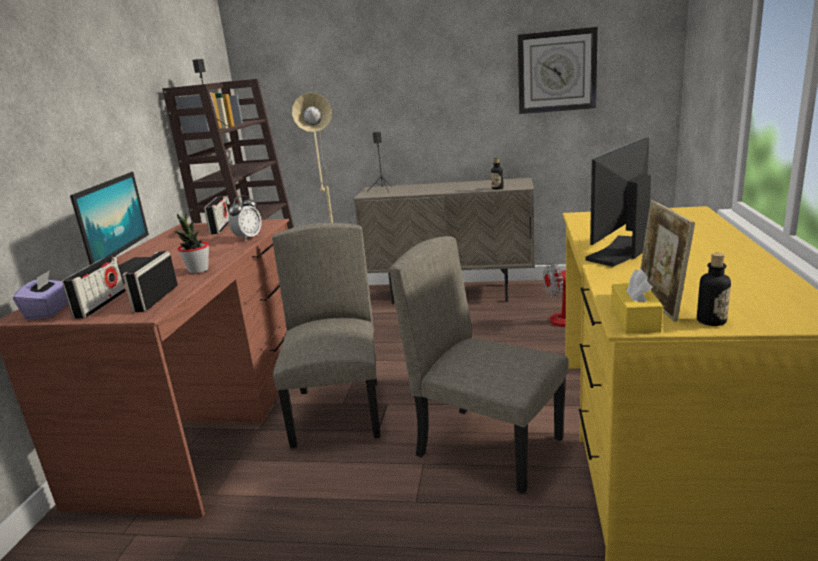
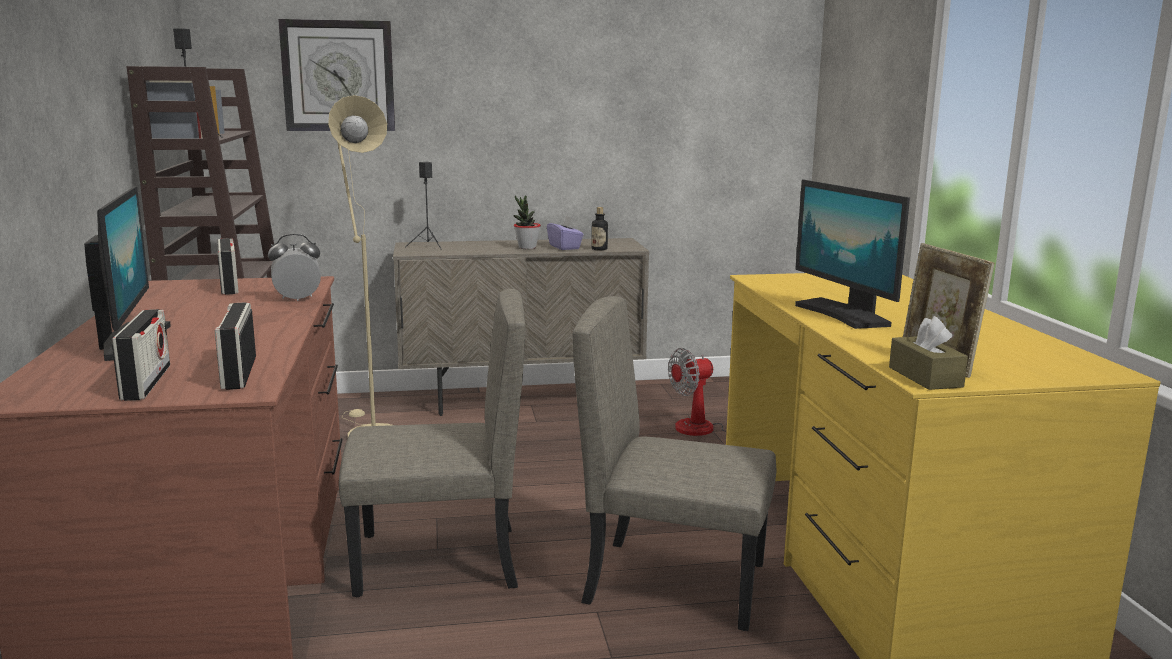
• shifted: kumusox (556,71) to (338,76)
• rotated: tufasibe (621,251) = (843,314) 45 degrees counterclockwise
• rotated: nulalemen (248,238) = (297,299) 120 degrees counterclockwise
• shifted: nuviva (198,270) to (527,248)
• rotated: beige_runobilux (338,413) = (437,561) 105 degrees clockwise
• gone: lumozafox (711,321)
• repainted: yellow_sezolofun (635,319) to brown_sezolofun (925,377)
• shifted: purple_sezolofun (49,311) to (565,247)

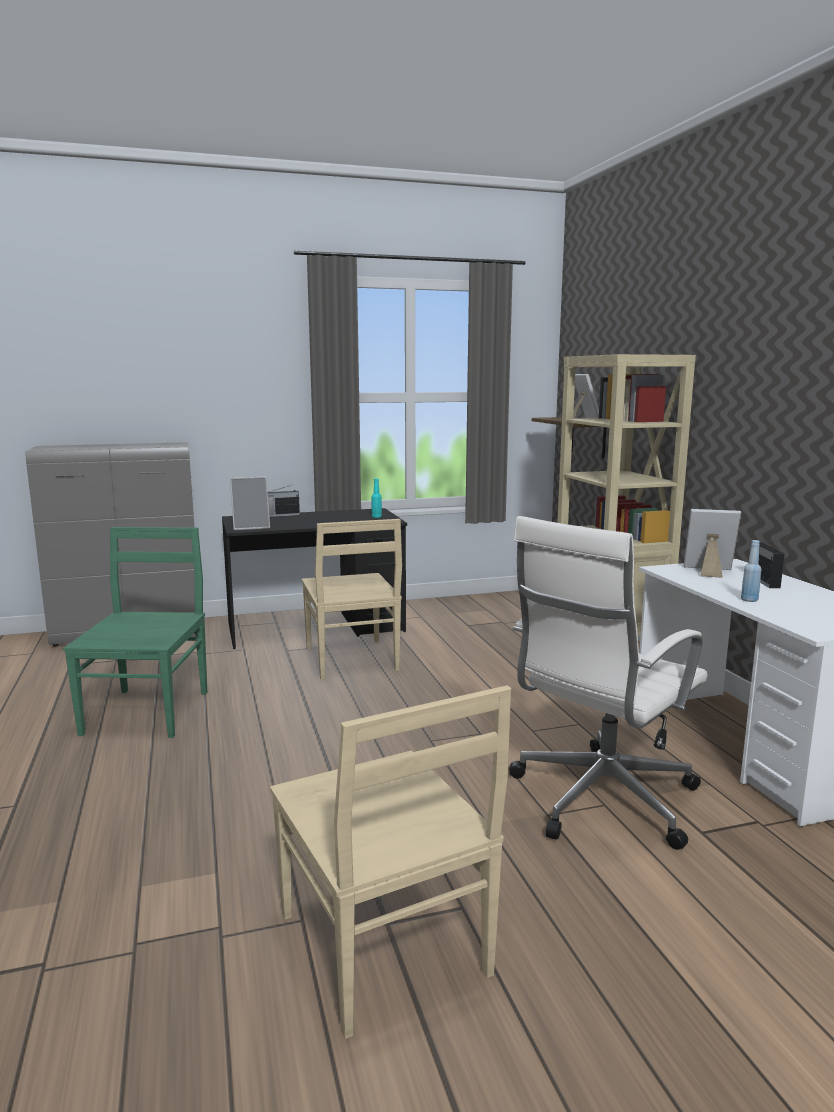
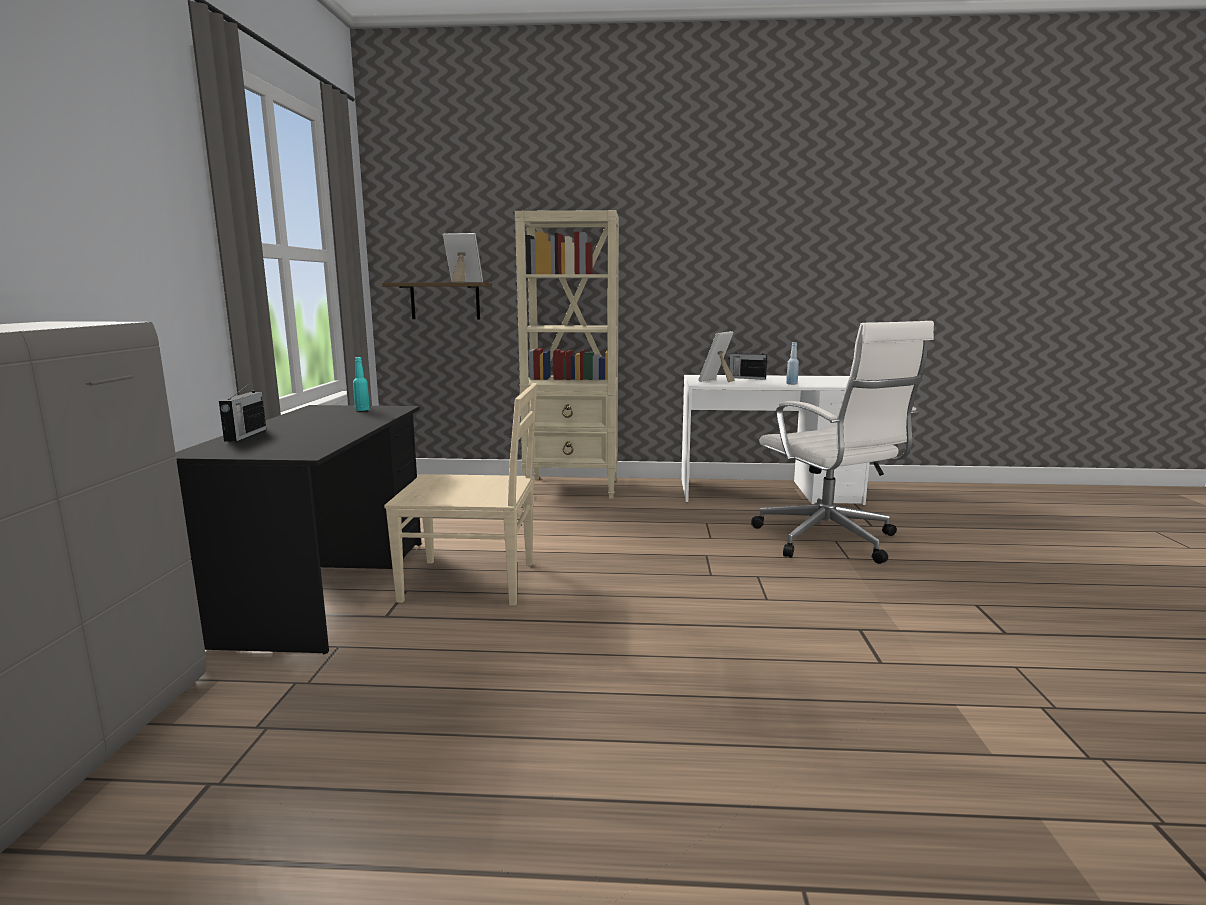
• gone: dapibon (251,527)
• gone: green_runobilux (148,711)
• gone: beige_runobilux (384,947)

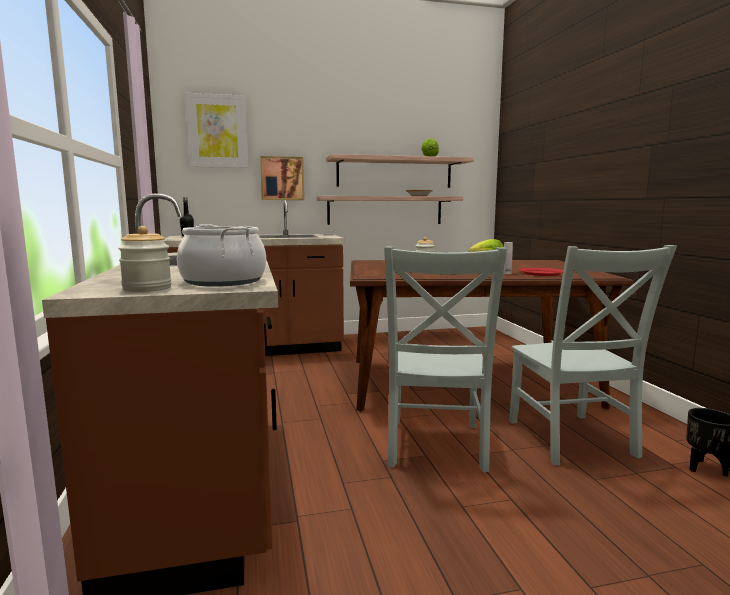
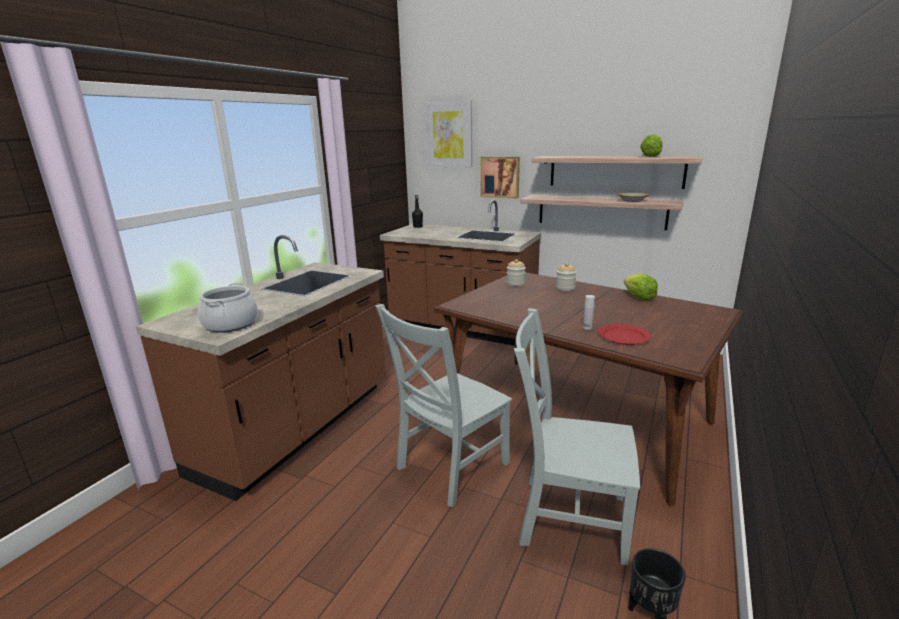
• shifted: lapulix (147,288) to (515,284)
• rotated: grey_runobilux (572,440) = (567,517) 75 degrees clockwise

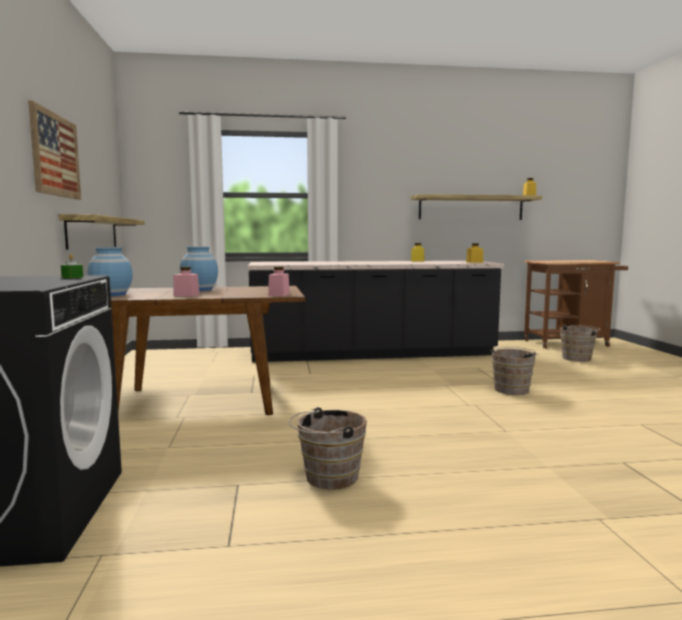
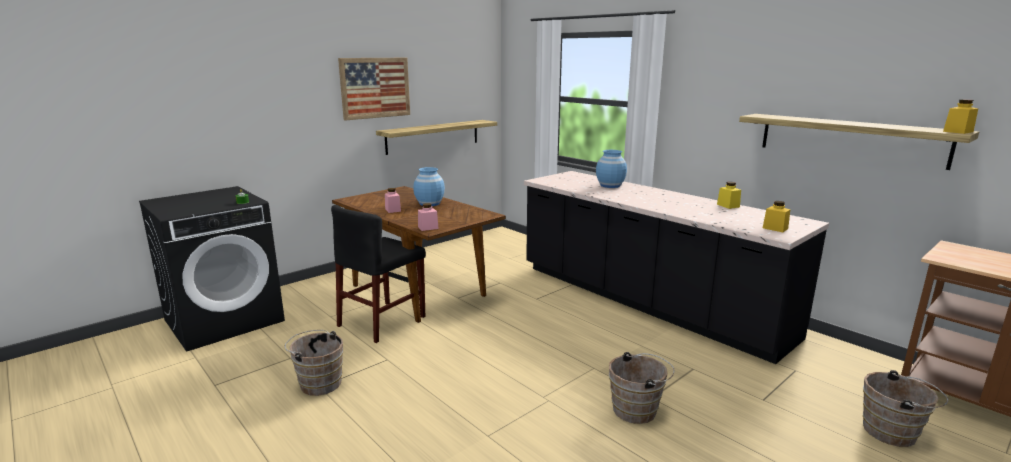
• shifted: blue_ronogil (111,294) to (610,185)
• new: black_runobilux (382,321)

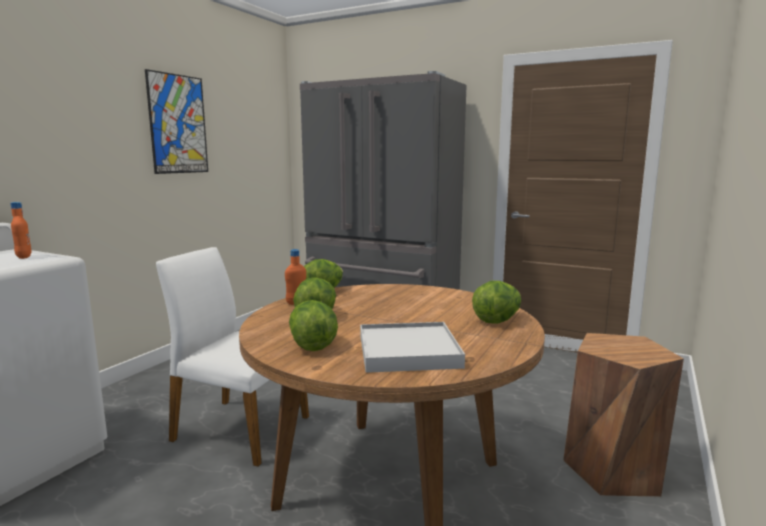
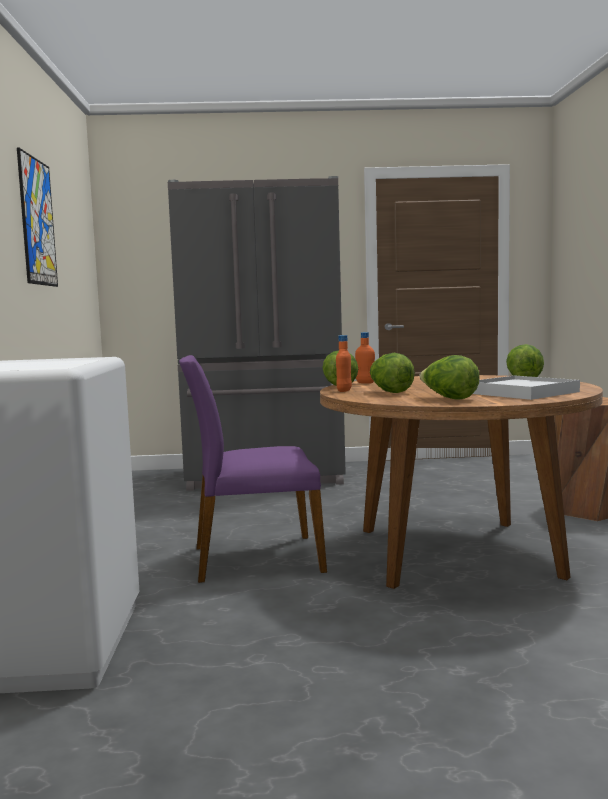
• shifted: orange_lumozafox (24,257) to (365,383)
• repainted: white_runobilux (239,428) to purple_runobilux (255,558)

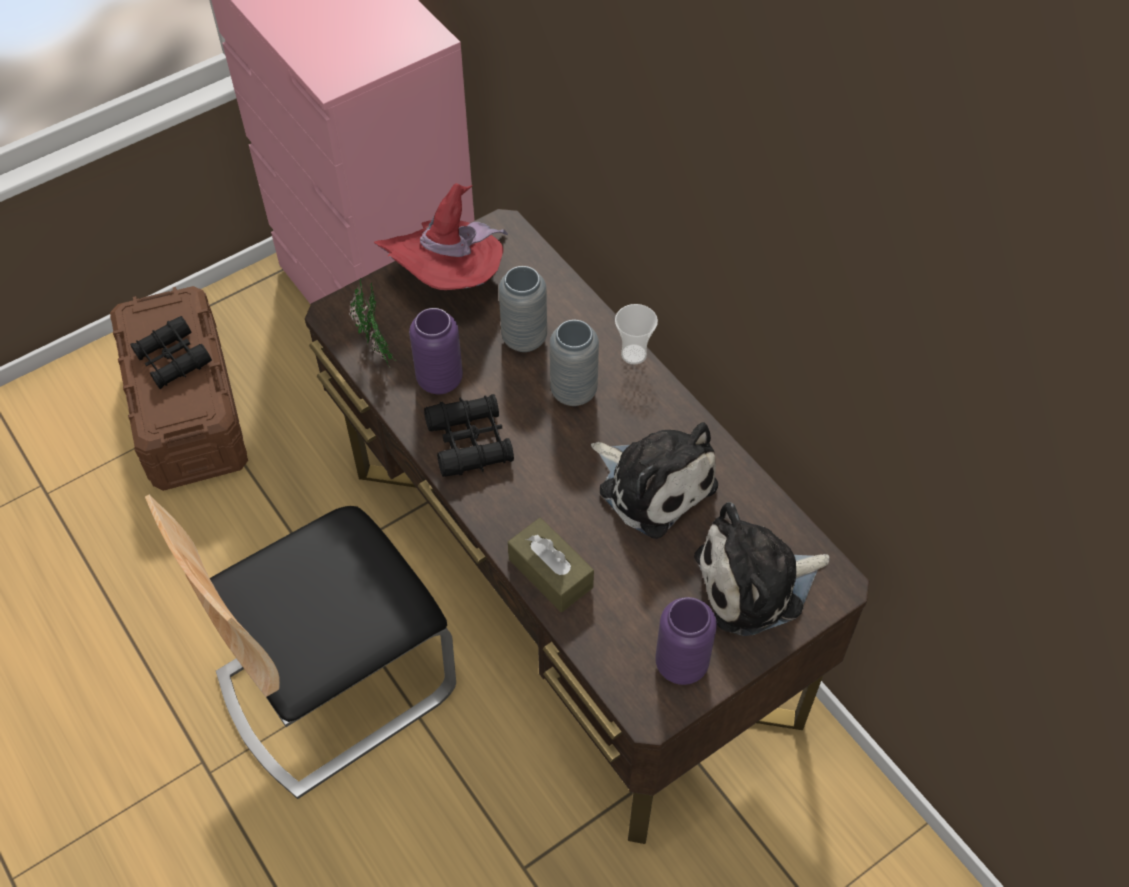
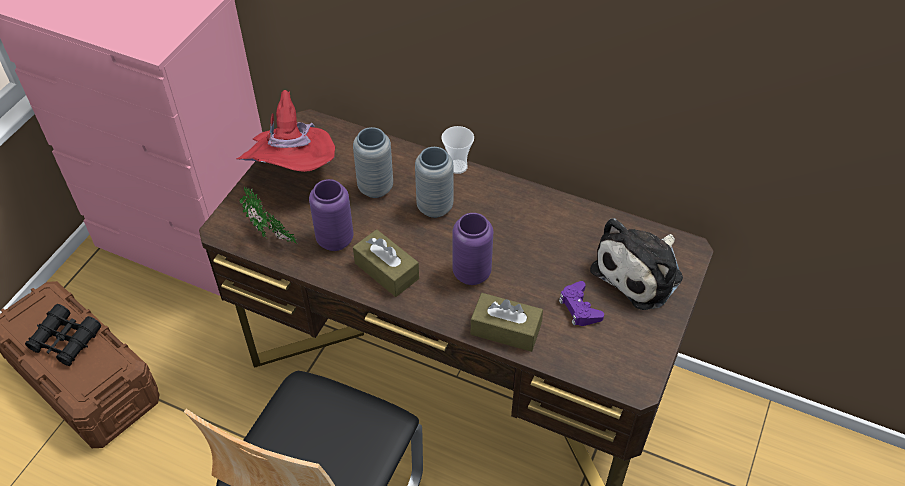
• swapped: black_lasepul (470,442) to brown_sezolofun (386,271)
• gone: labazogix (653,484)
• shifted: purple_ronogil (681,664) to (471,273)
• new: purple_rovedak (579,308)

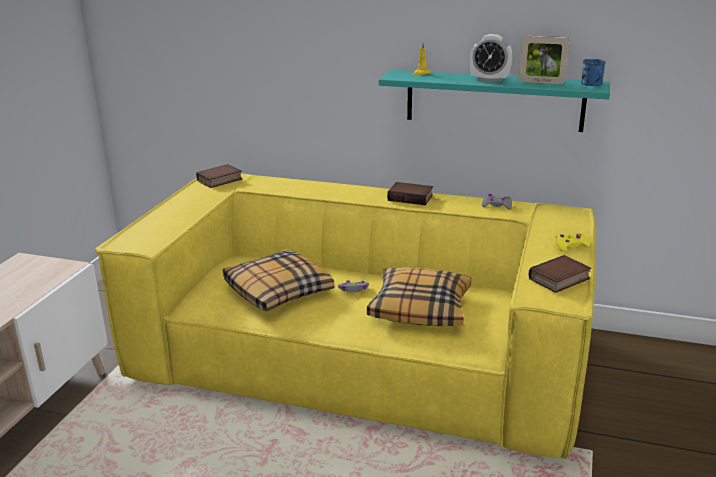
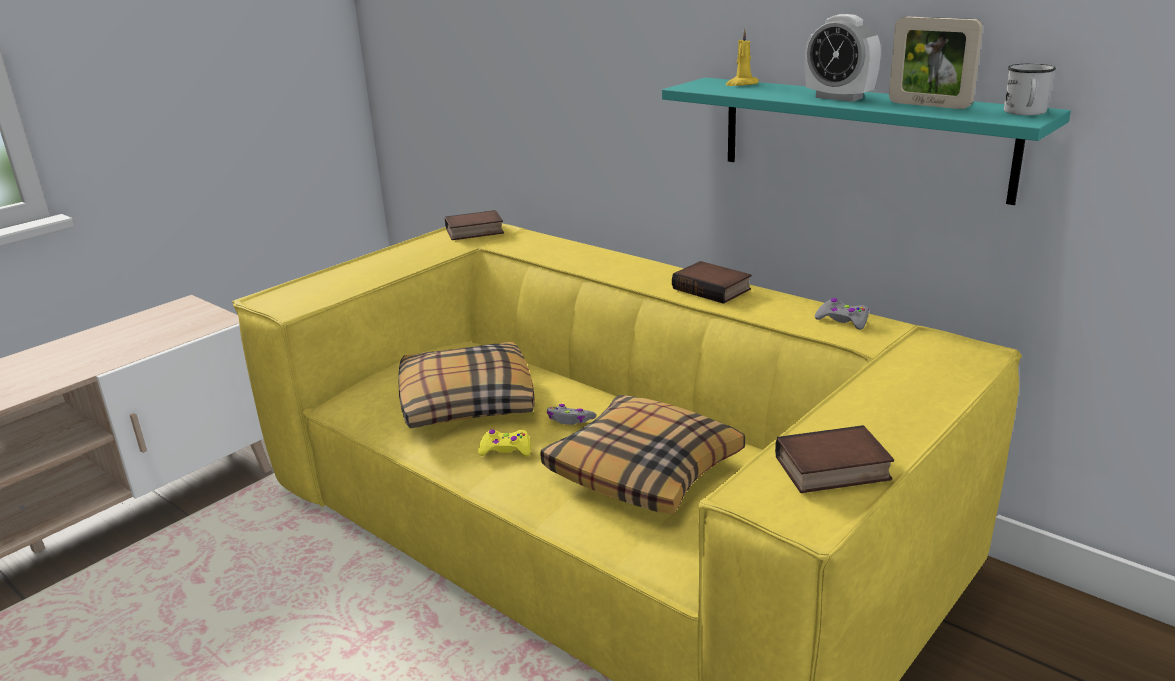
• repainted: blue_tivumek (593,84) to white_tivumek (1025,113)
• shifted: yellow_rovedak (570,246) to (506,449)

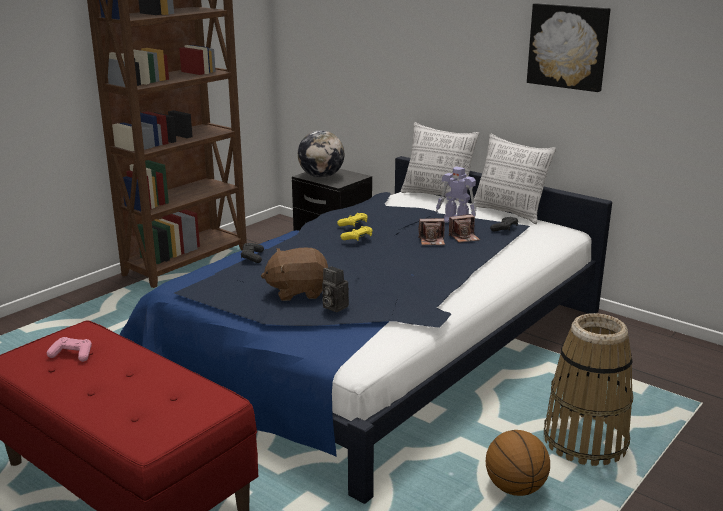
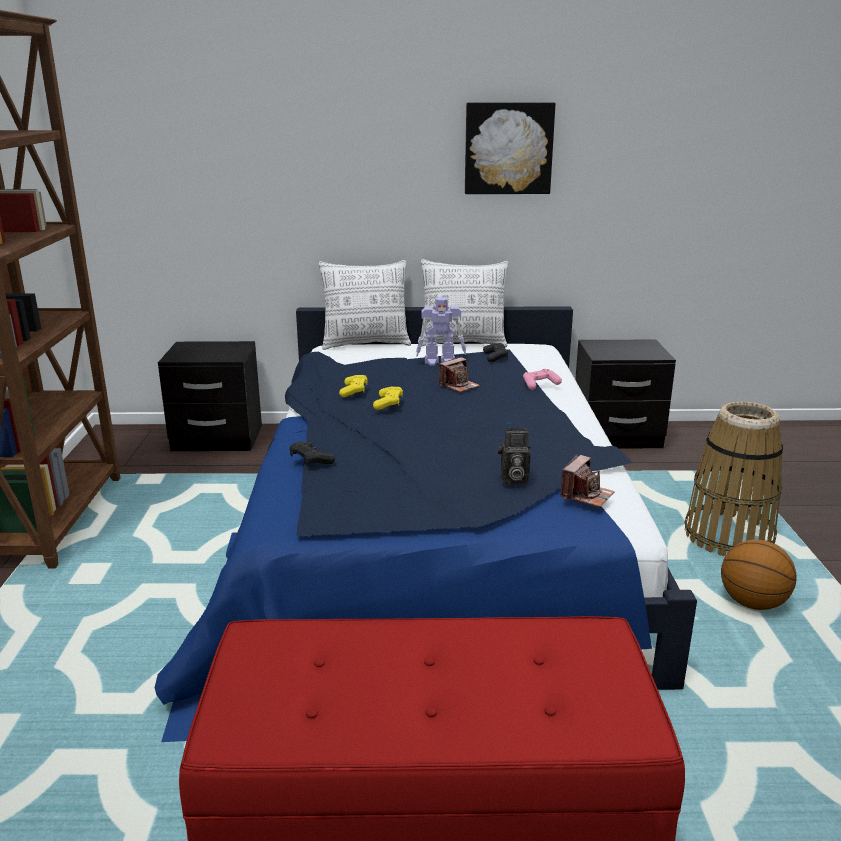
• gone: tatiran (321,176)
• shifted: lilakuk (464,237) to (586,495)
• gone: brown_labazogix (298,291)
• shifted: pink_rovedak (72,355) to (540,384)
• new: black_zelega (616,437)

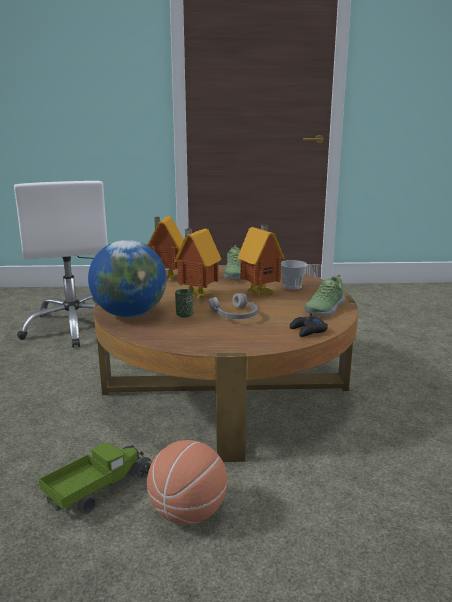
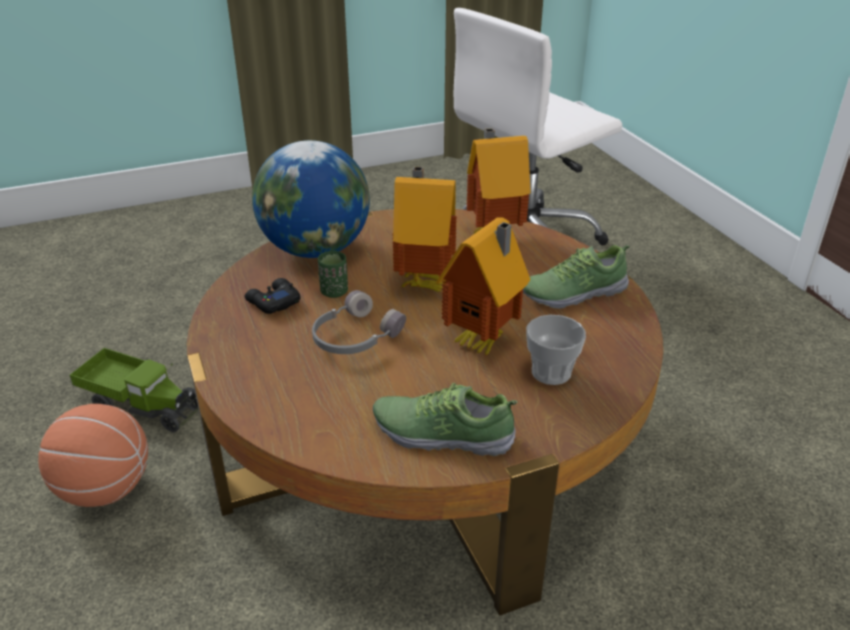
• shifted: black_rovedak (308,331) to (273,302)

